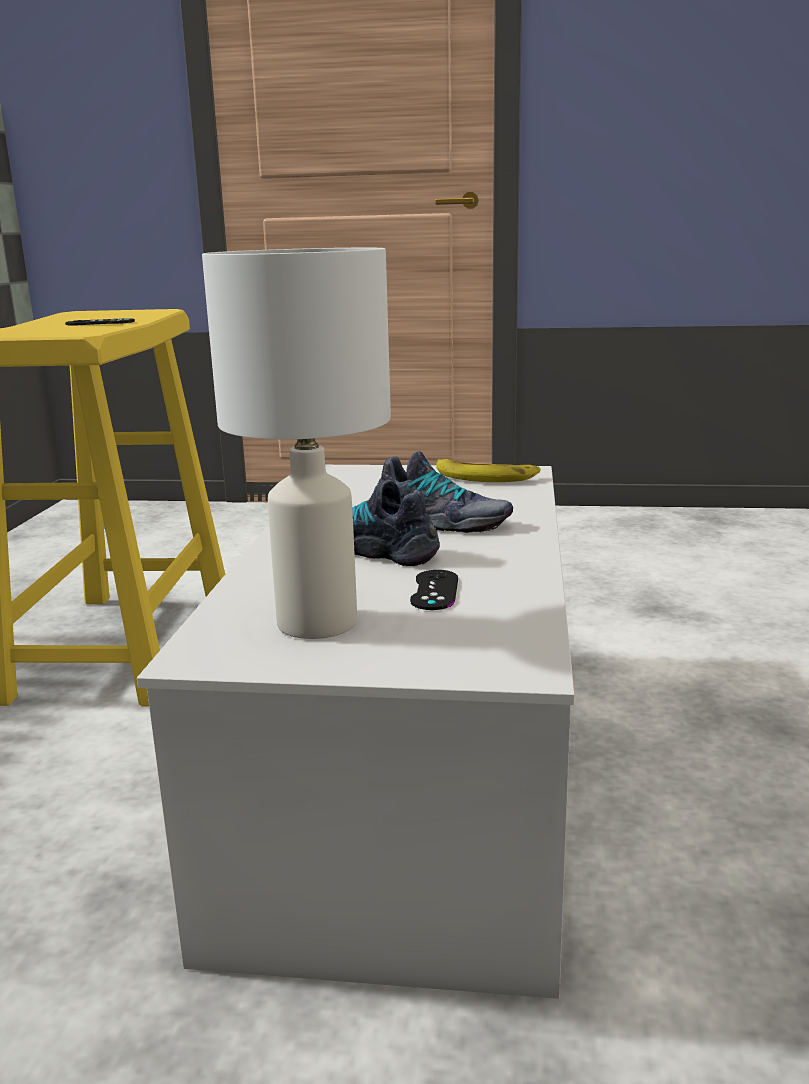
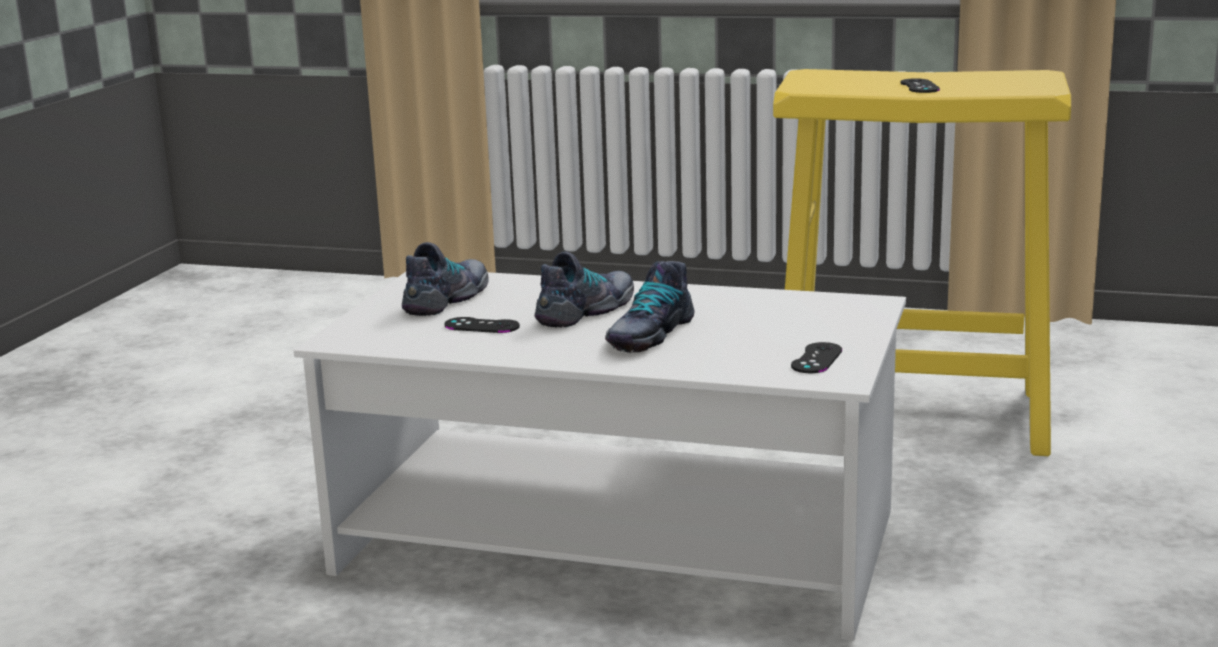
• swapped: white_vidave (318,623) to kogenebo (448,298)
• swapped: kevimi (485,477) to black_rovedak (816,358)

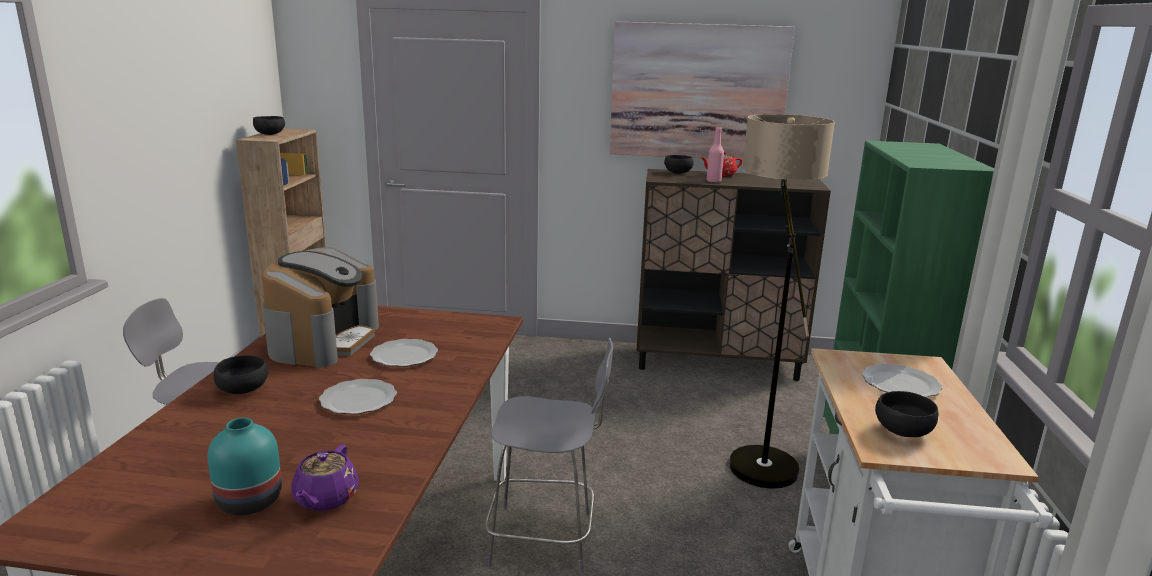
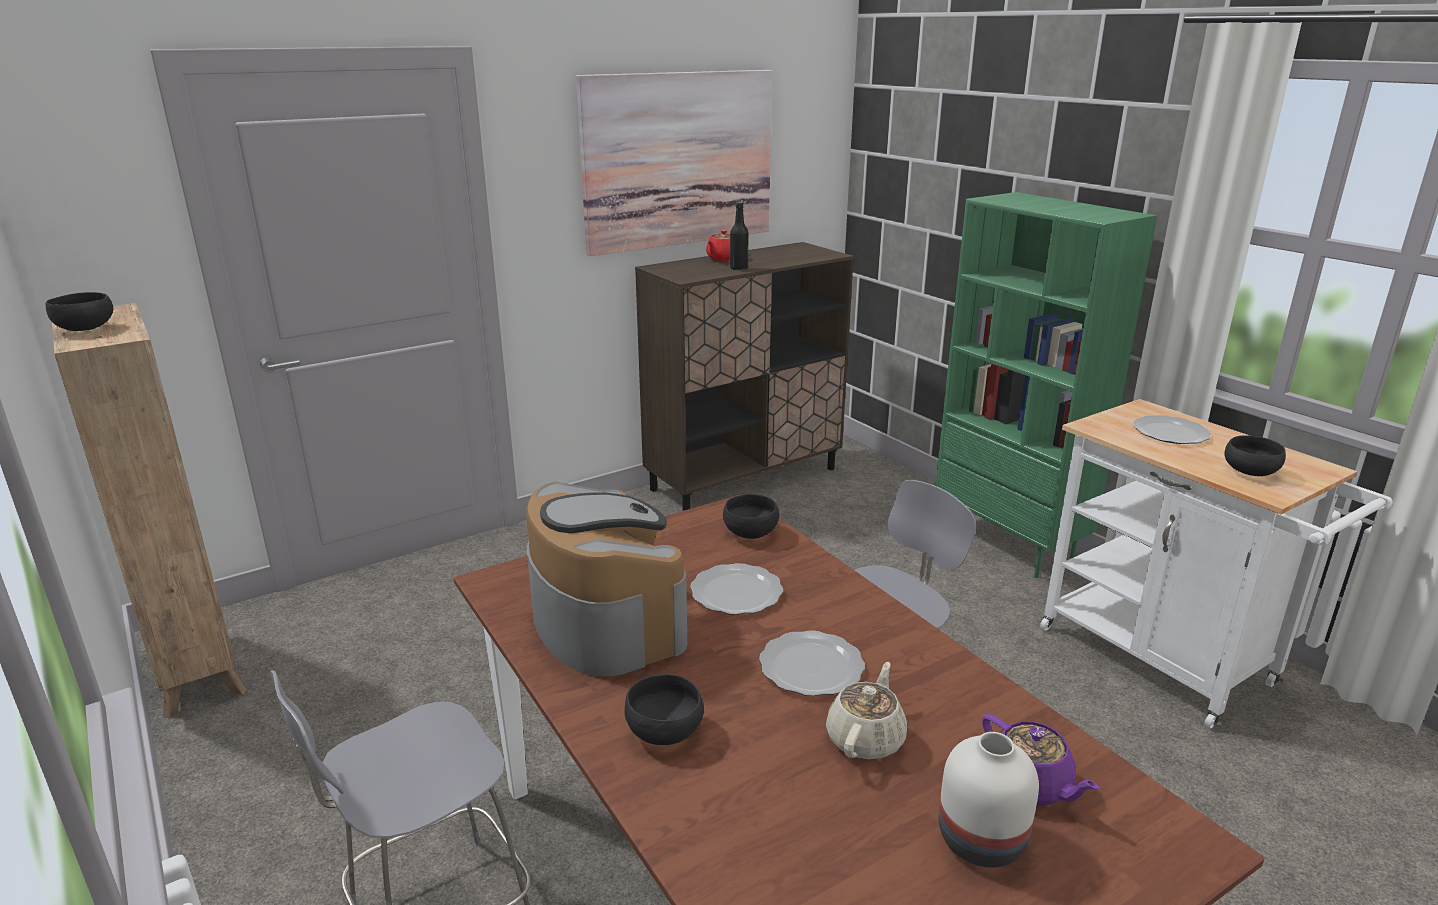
• gone: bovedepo (757,453)
• repainted: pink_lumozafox (713,181) to black_lumozafox (739,268)
• shifted: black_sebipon (677,173) to (749,533)
• repainted: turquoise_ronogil (250,502) to white_ronogil (983,840)
• new: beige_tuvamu (866,738)

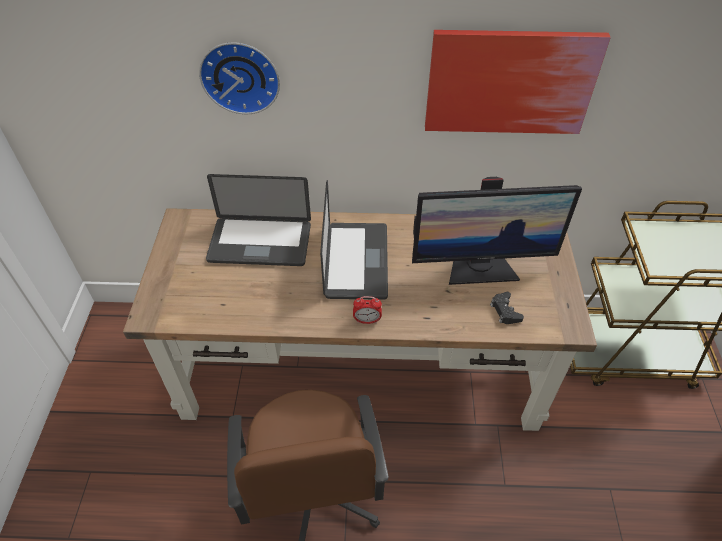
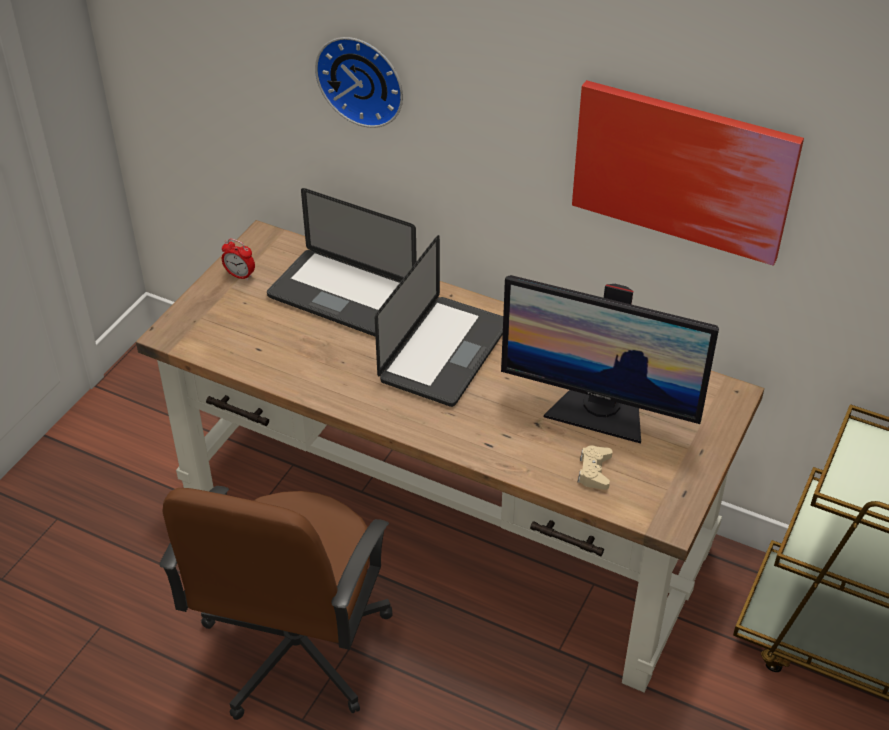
• repainted: black_rovedak (505,311) to beige_rovedak (594,471)
• shifted: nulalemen (367,320) to (240,275)

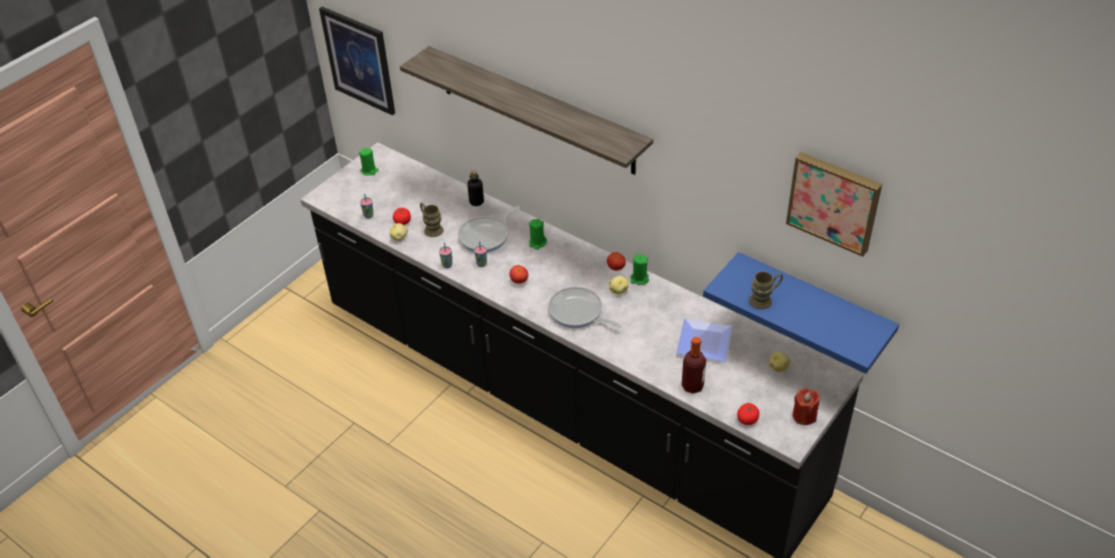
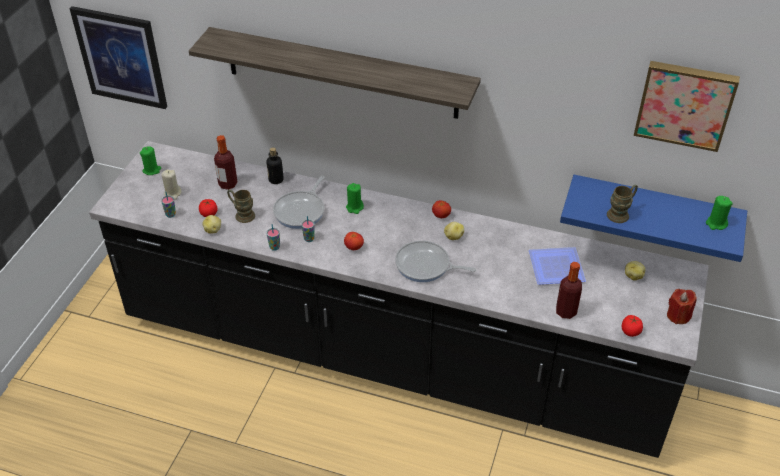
• shifted: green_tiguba (639,279) to (716,224)
• new: lumozafox (228,184)
• new: beige_tiguba (172,193)

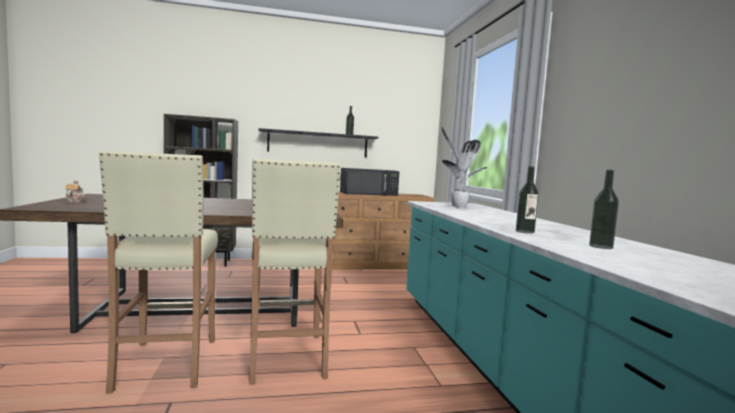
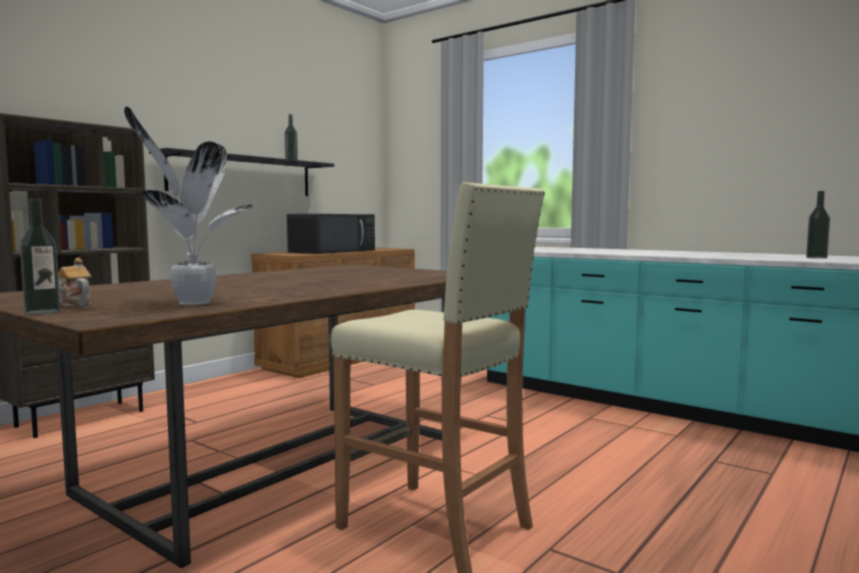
• shifted: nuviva (457,206) to (190,303)
• gone: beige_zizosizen (287,358)
• shifted: lumozafox (525,232) to (42,312)

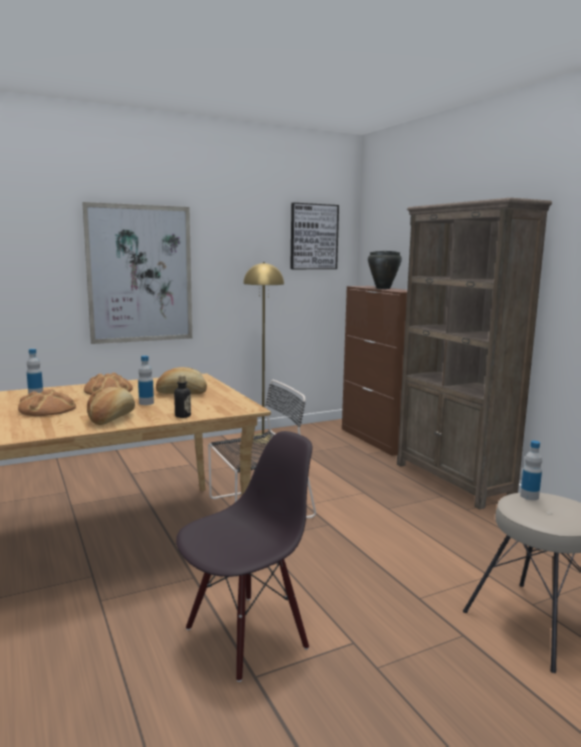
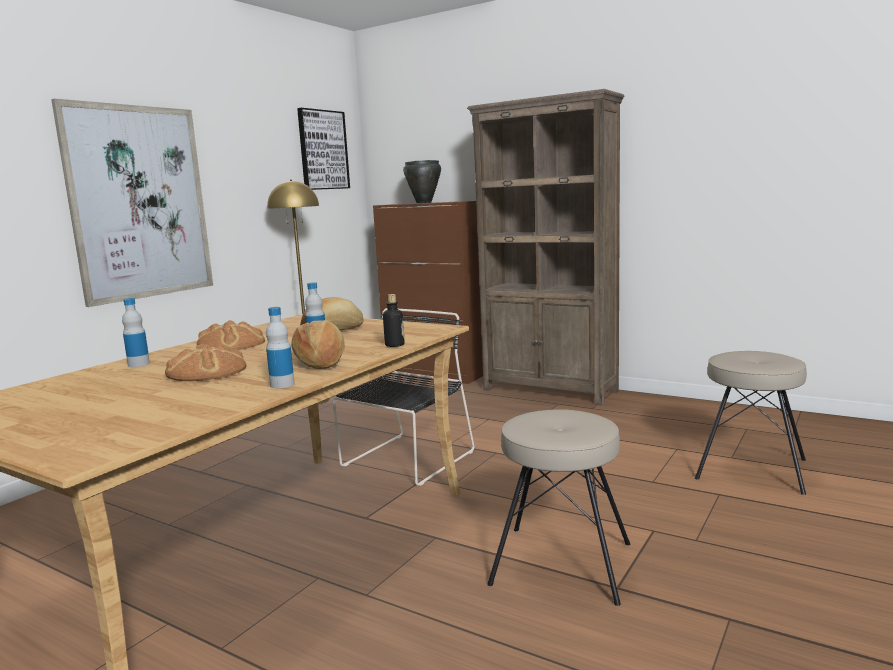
• swapped: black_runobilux (246,636) to beige_zizosizen (561,562)
• shifted: lumozafox (529,496) to (282,384)

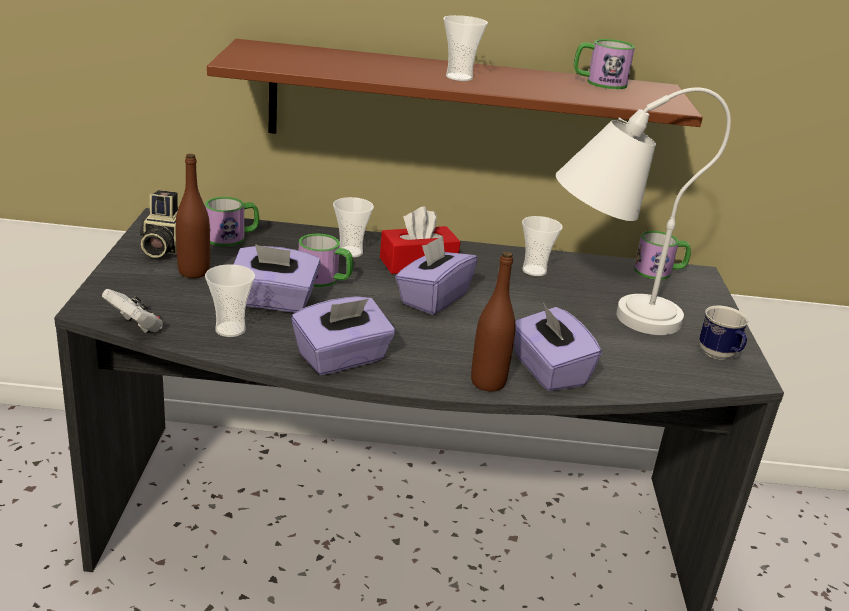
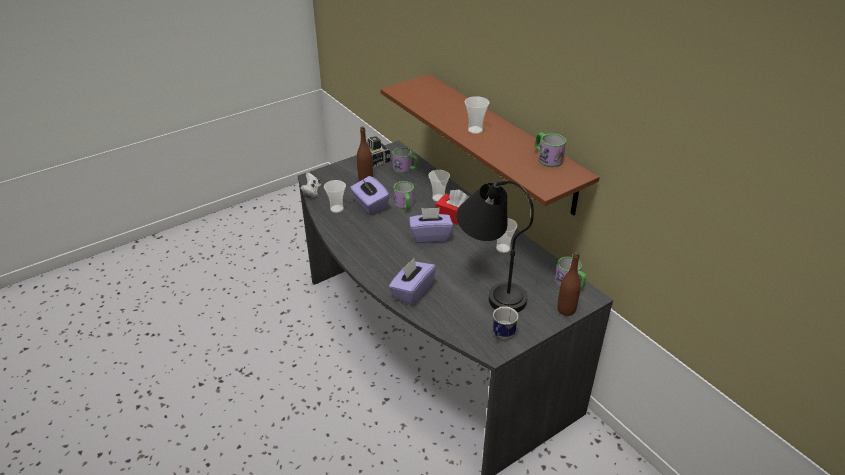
• repainted: white_vidave (603,314) to black_vidave (490,285)
• shifted: brown_lumozafox (488,382) to (566,310)
• gone: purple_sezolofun (342,359)

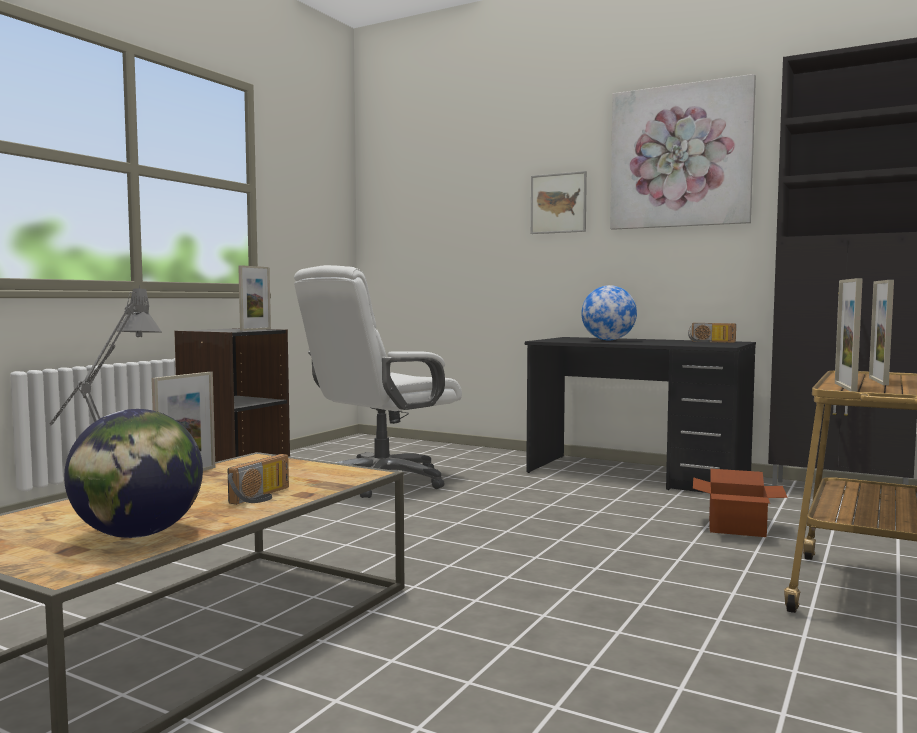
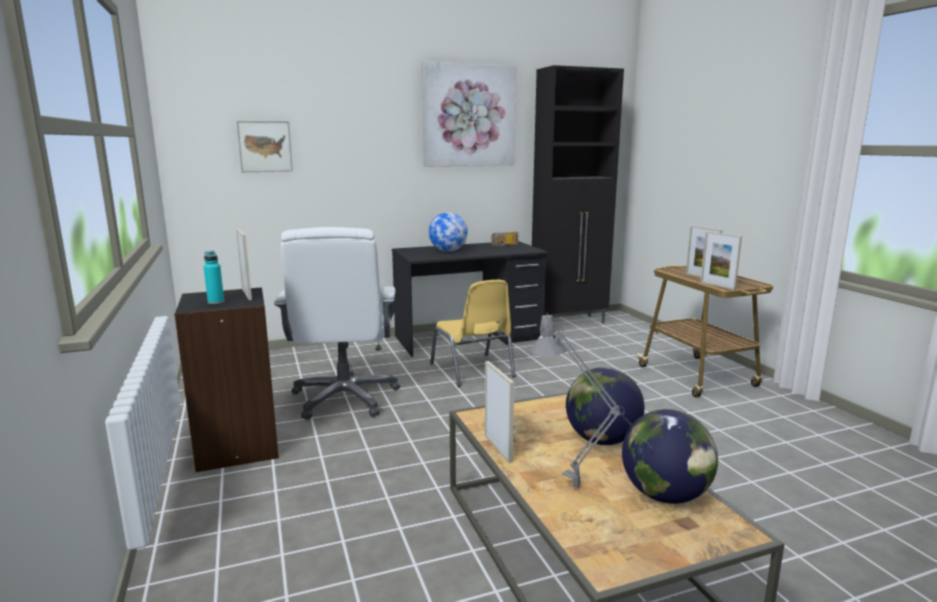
• shifted: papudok (558,203) to (265,146)
• swapped: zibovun (263,497) to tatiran (601,440)
• gone: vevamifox (735,527)
• new: turquoise_lumozafox (216,302)
• new: yellow_runobilux (473,370)

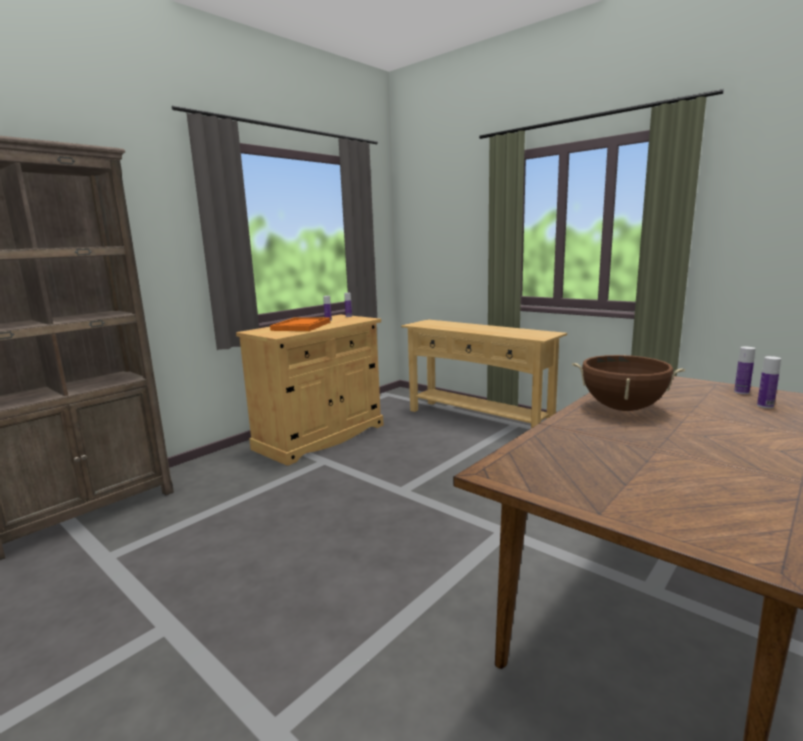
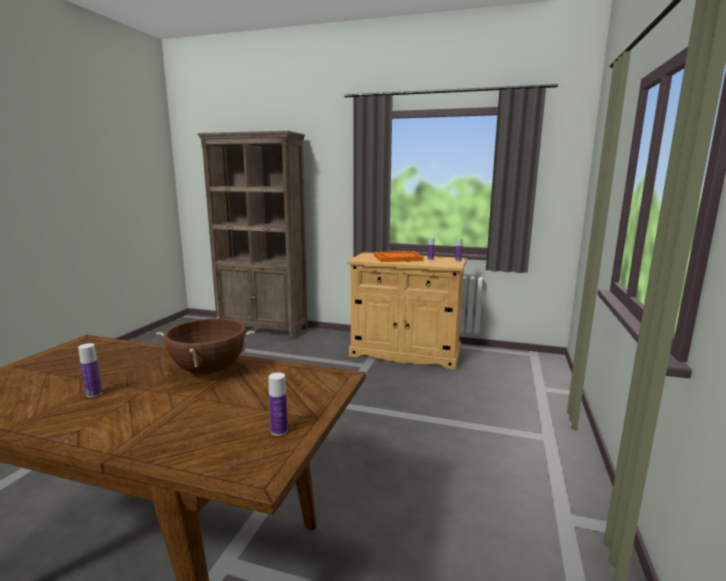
• gone: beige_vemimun (478,419)
• shifted: lumozafox (765,406) to (94,394)

